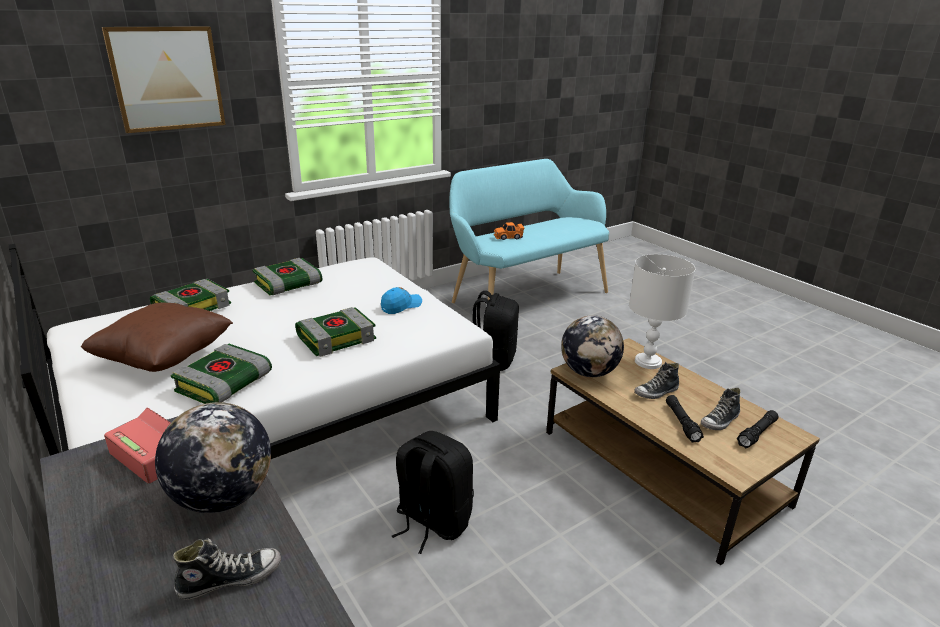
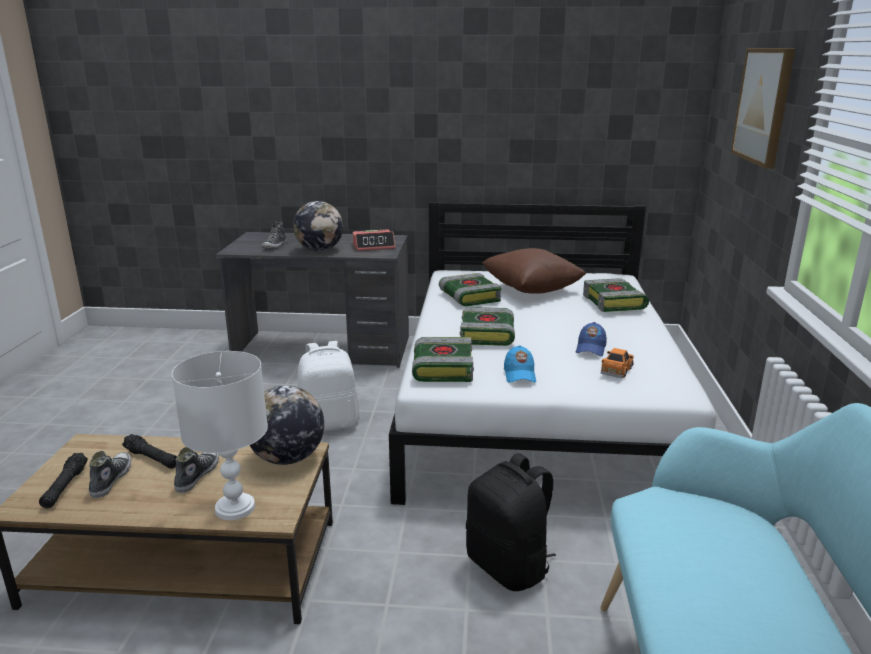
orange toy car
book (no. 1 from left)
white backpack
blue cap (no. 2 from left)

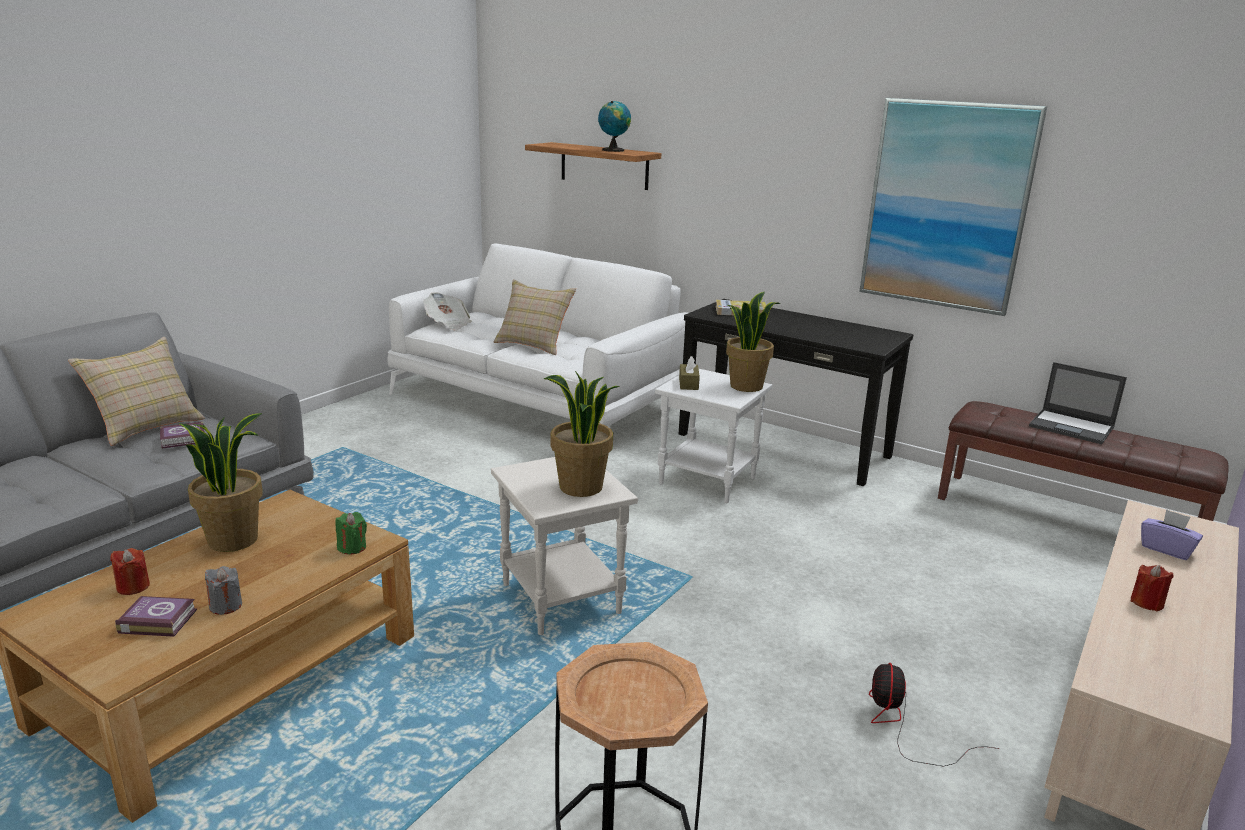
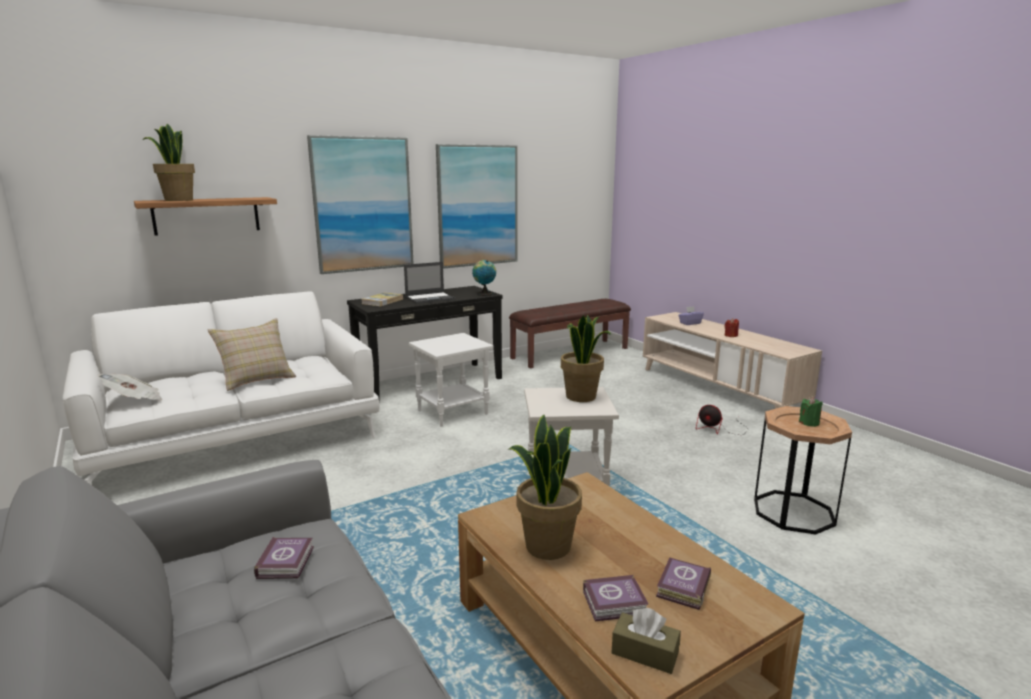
globe
potted plant (no. 1 from left)
beige pillow (no. 1 from left in the first image)
brown tissue box
laptop
green candle
book (no. 3 from left)
grey candle
picture (no. 1 from left)

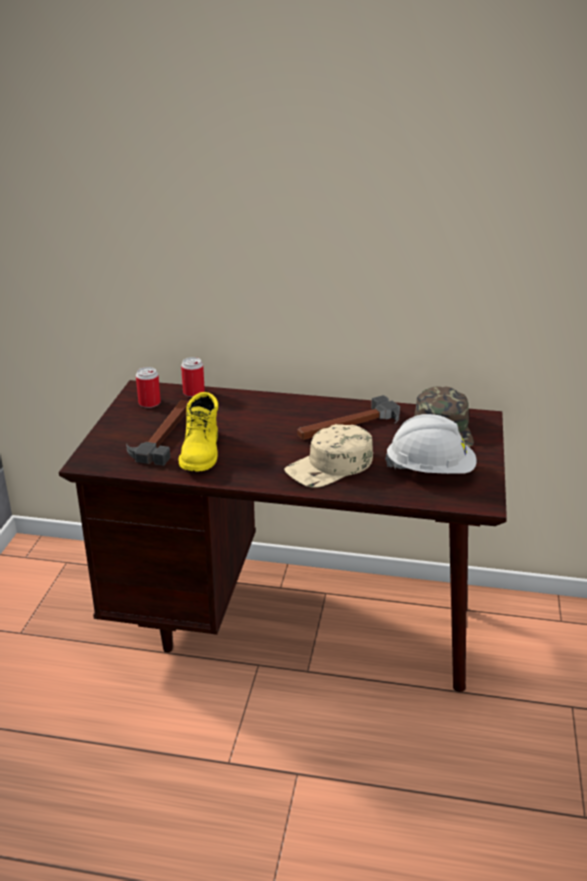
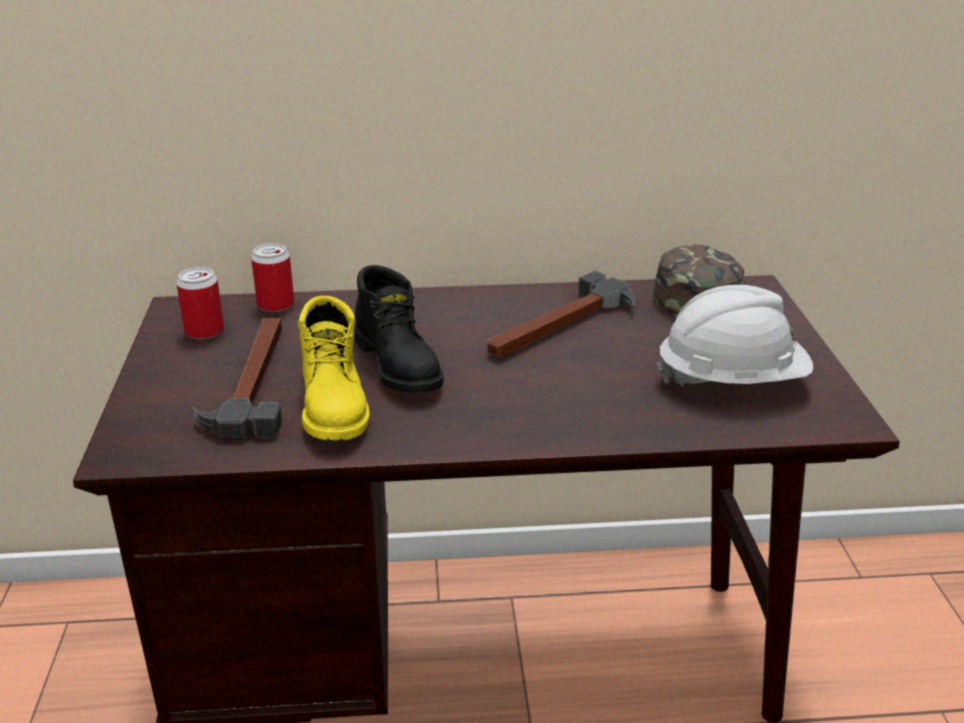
beige cap
black boot

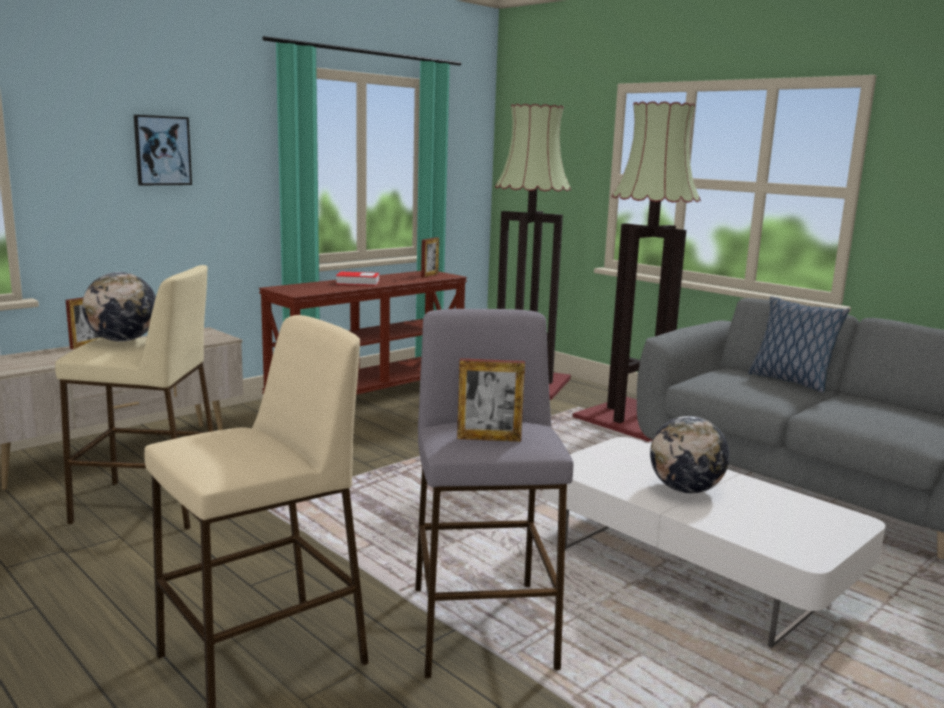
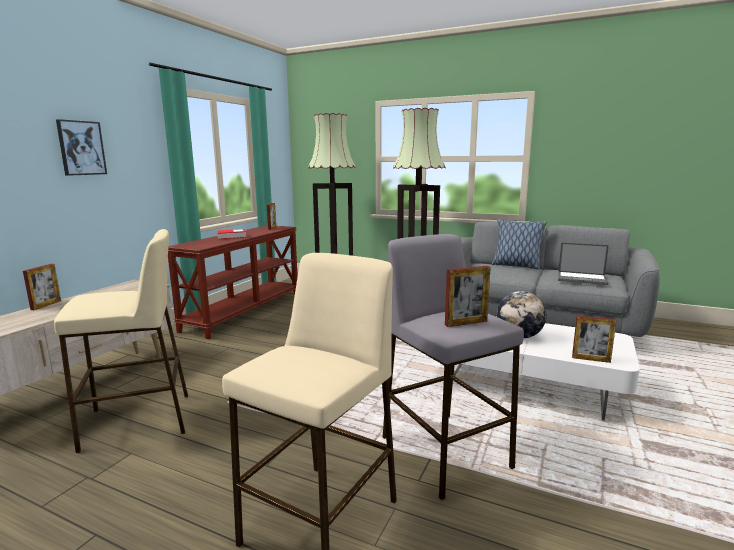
globe (no. 1 from left in the first image)
laptop
picture frame (no. 4 from left)

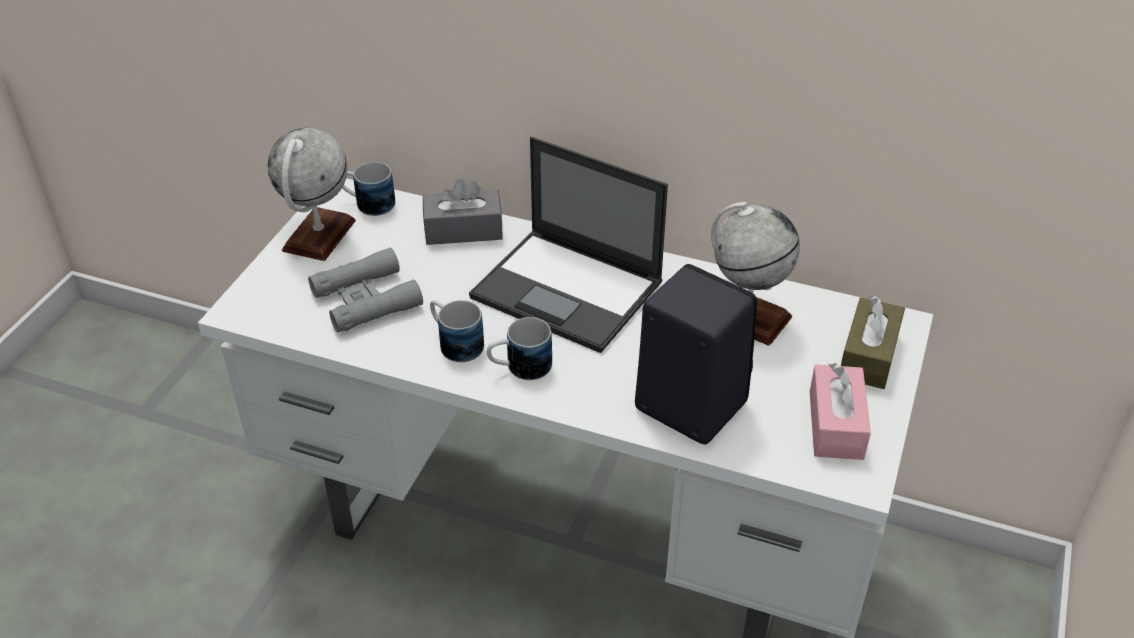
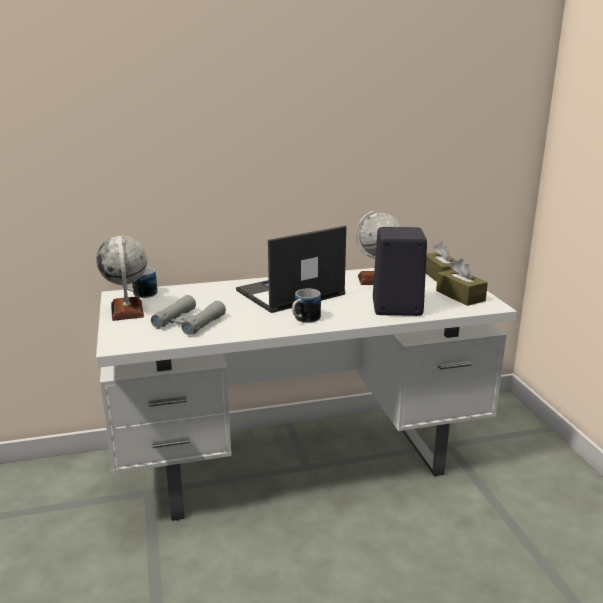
laptop
grey tissue box
mug (no. 2 from left in the first image)
brown tissue box (no. 2 from left)

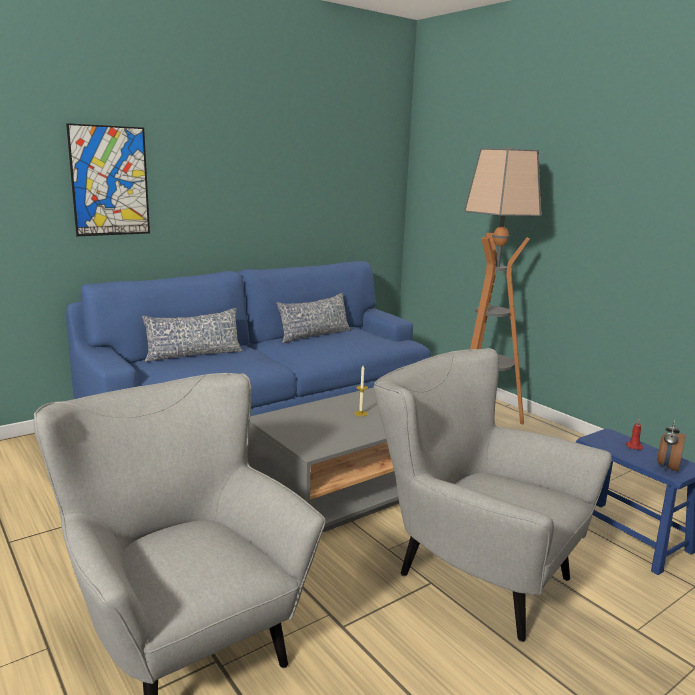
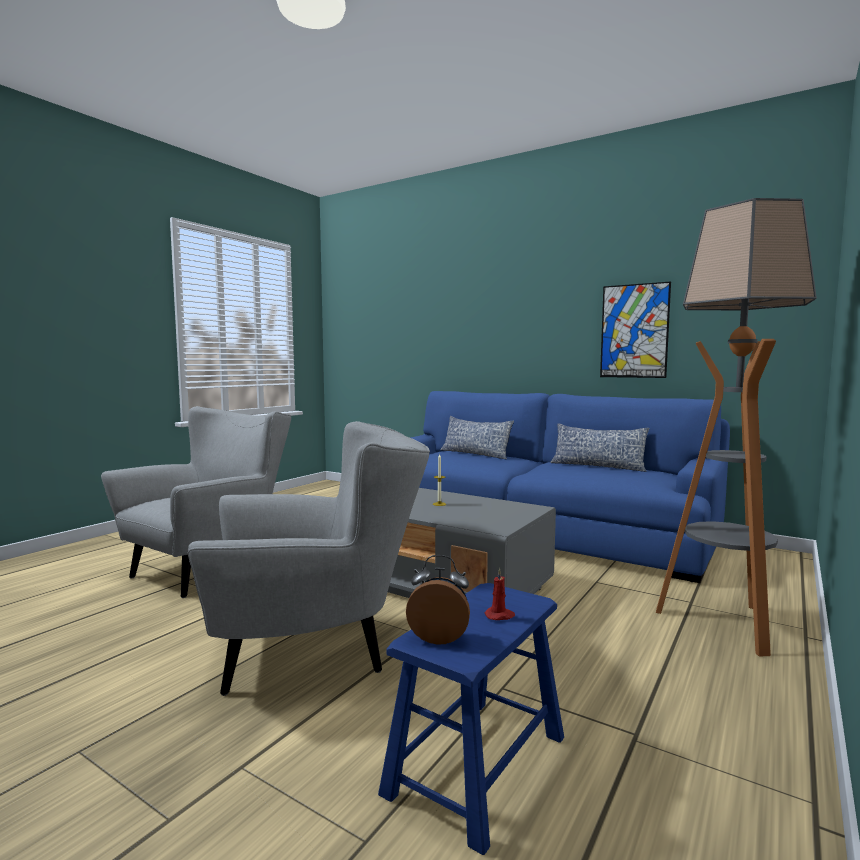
picture
grey armchair (no. 2 from left)

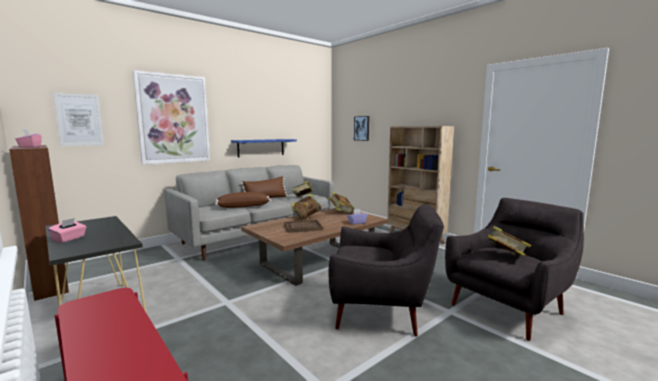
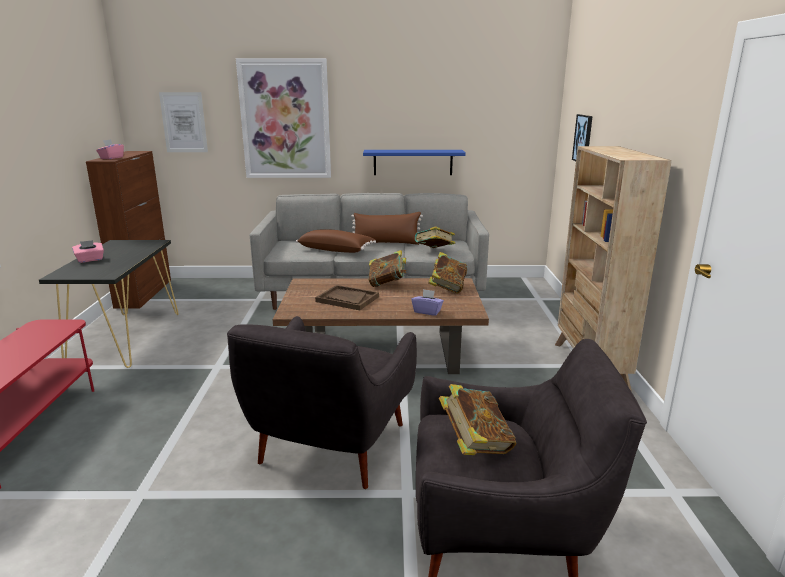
grey armchair (no. 1 from left)

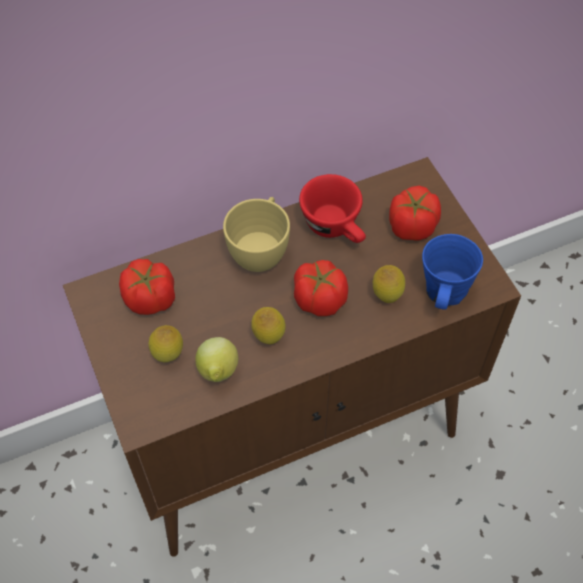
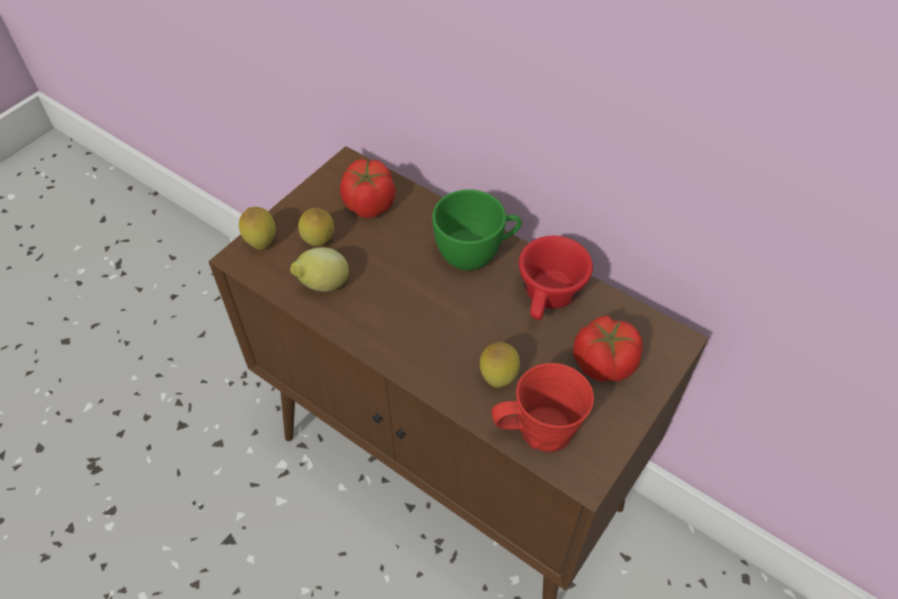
green cup
red mug
tomato (no. 2 from left in the first image)
lemon (no. 1 from left)

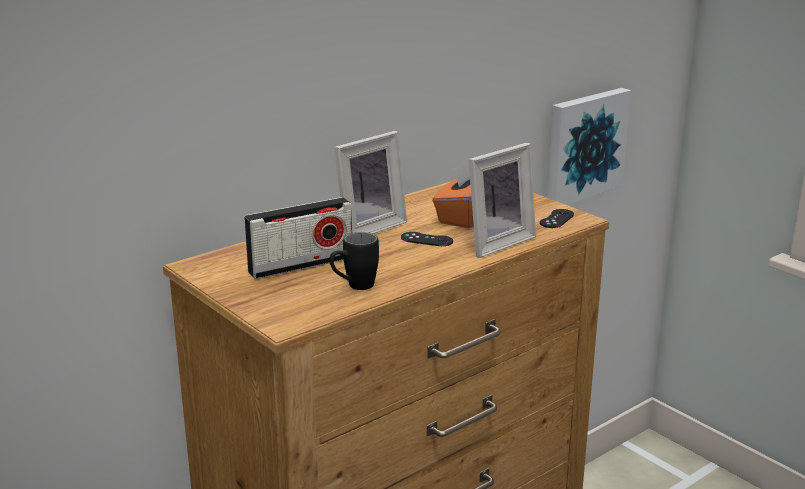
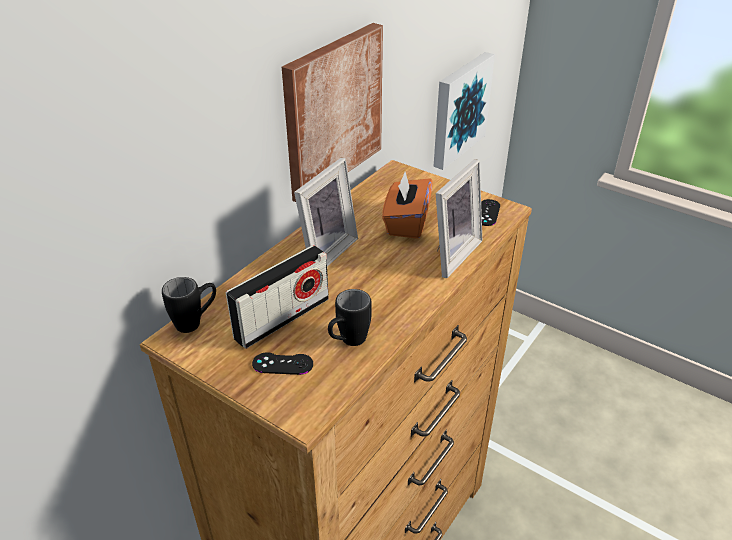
black game controller (no. 1 from left)
picture (no. 1 from left)
black mug (no. 1 from left)

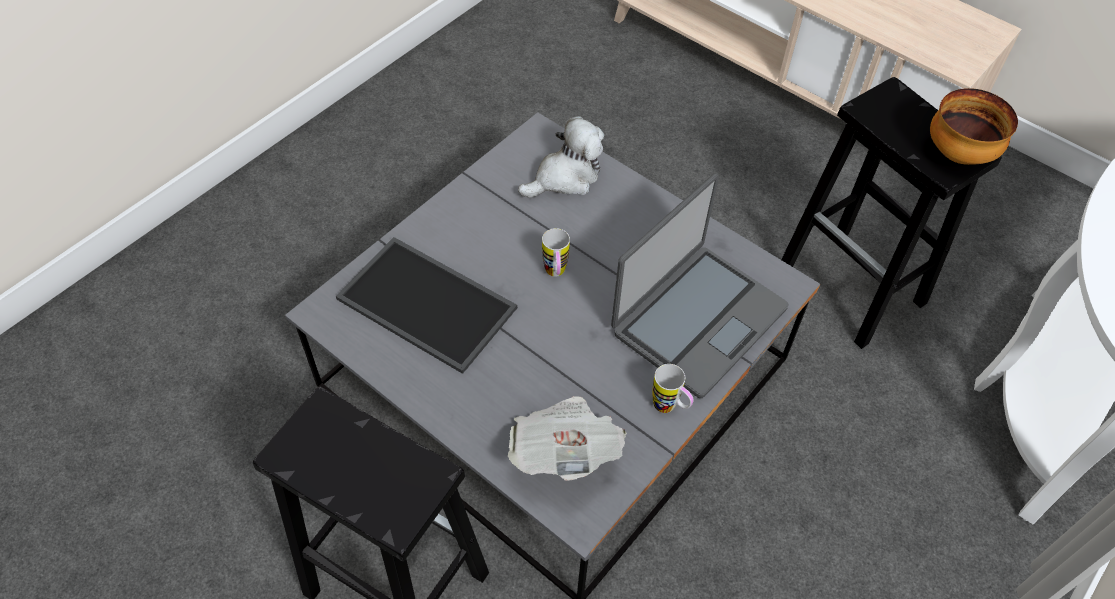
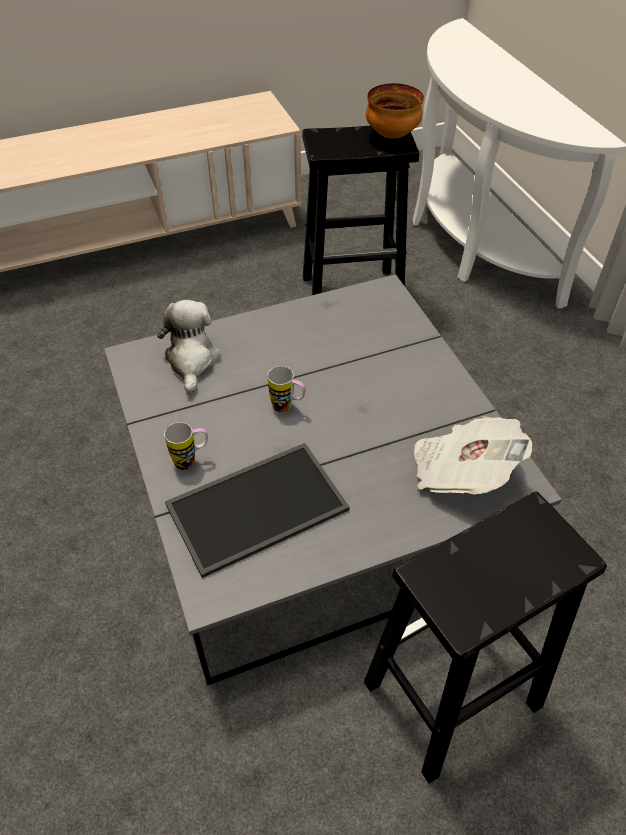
laptop
mug (no. 1 from left)

